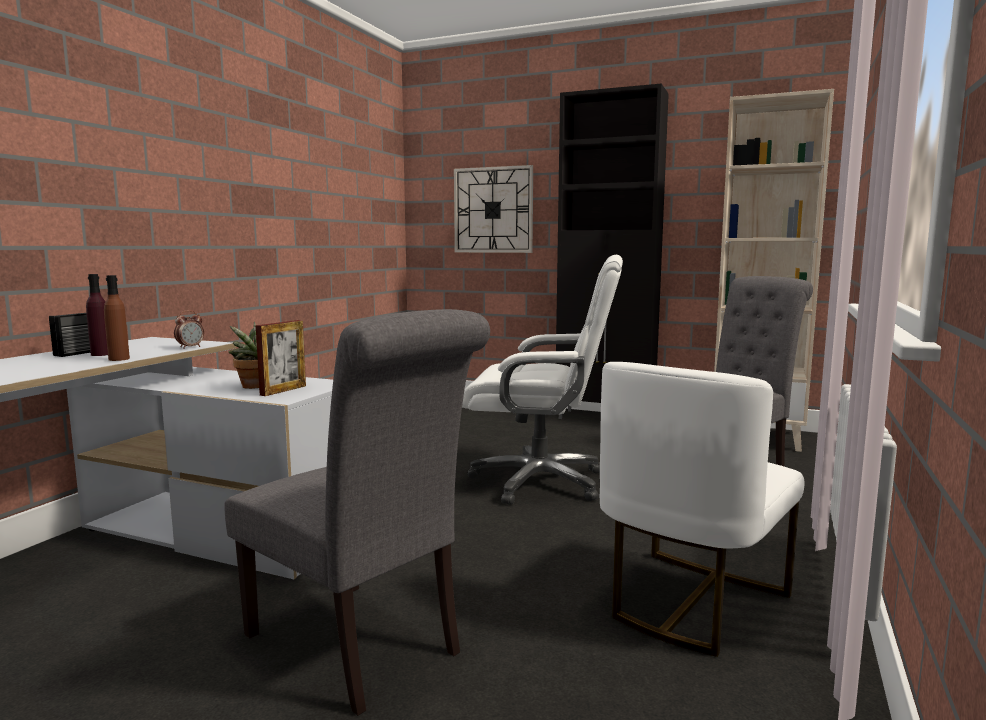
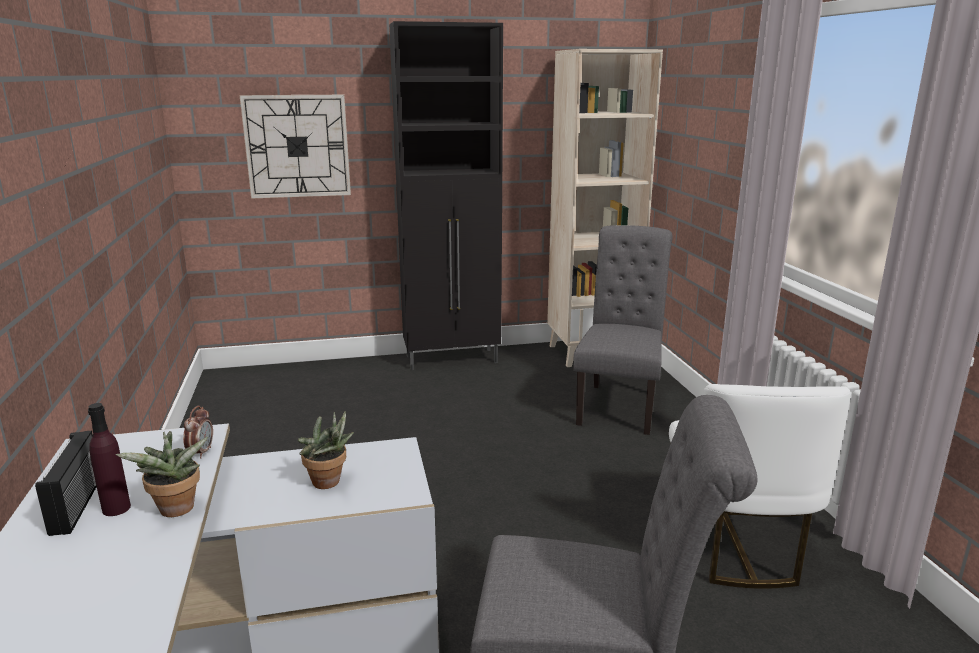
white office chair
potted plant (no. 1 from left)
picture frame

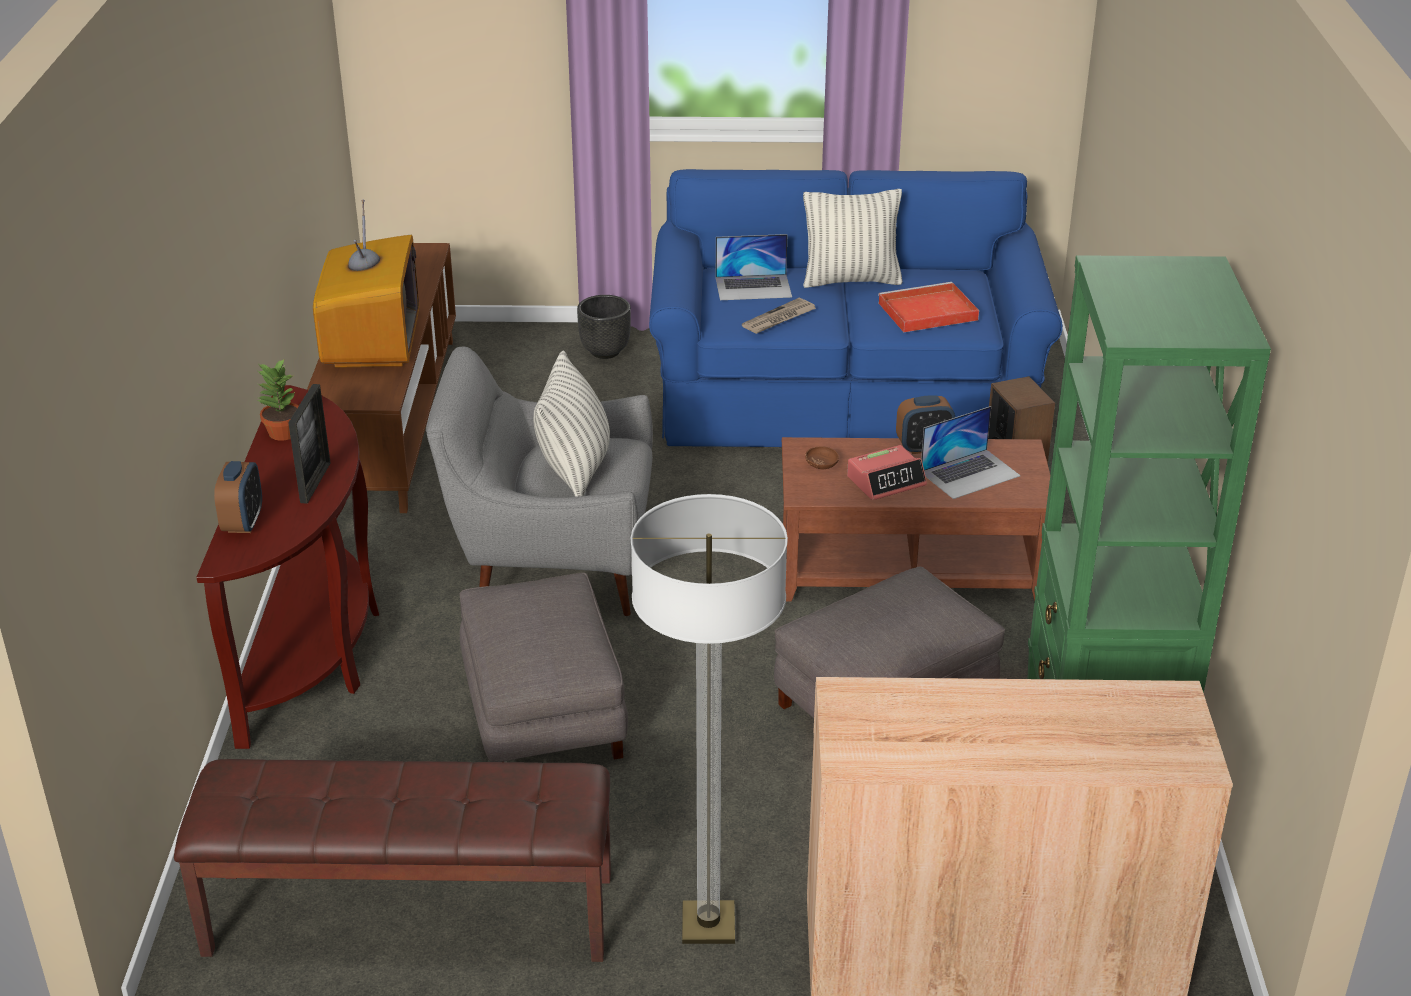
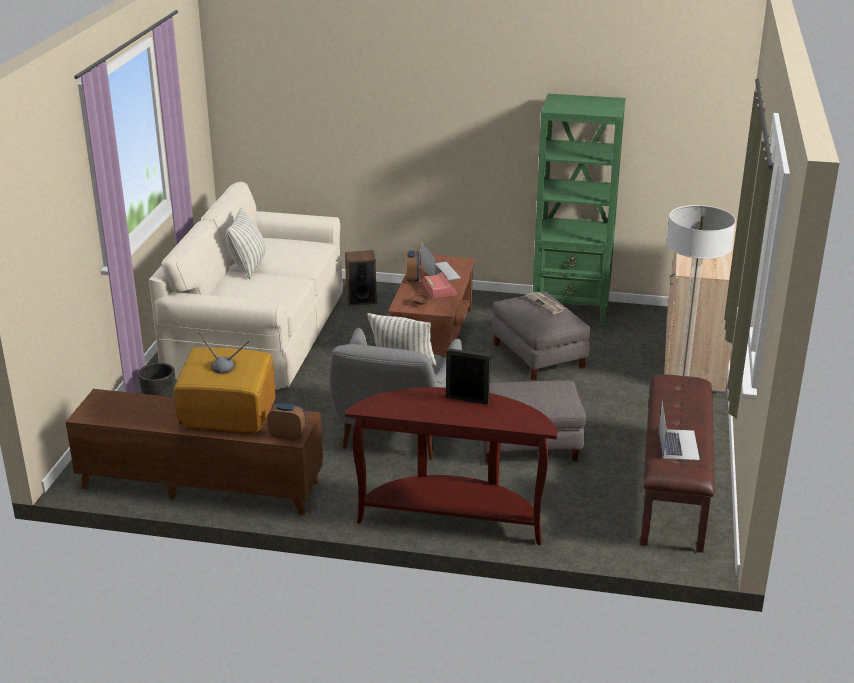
beige sofa
laptop (no. 2 from left)
red tray
newspaper
potted plant
alarm clock (no. 1 from left)

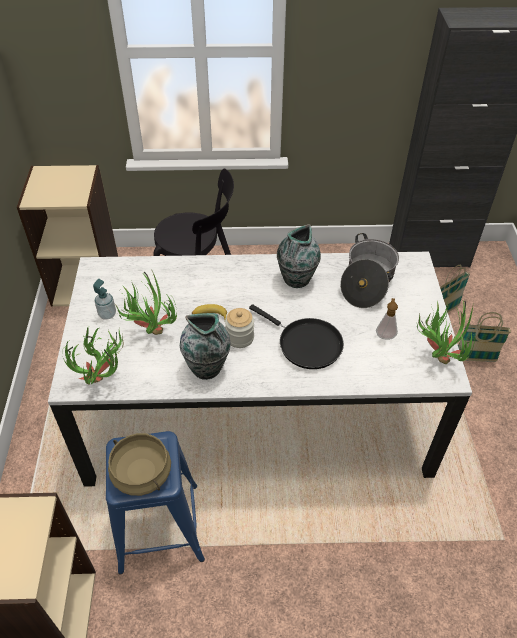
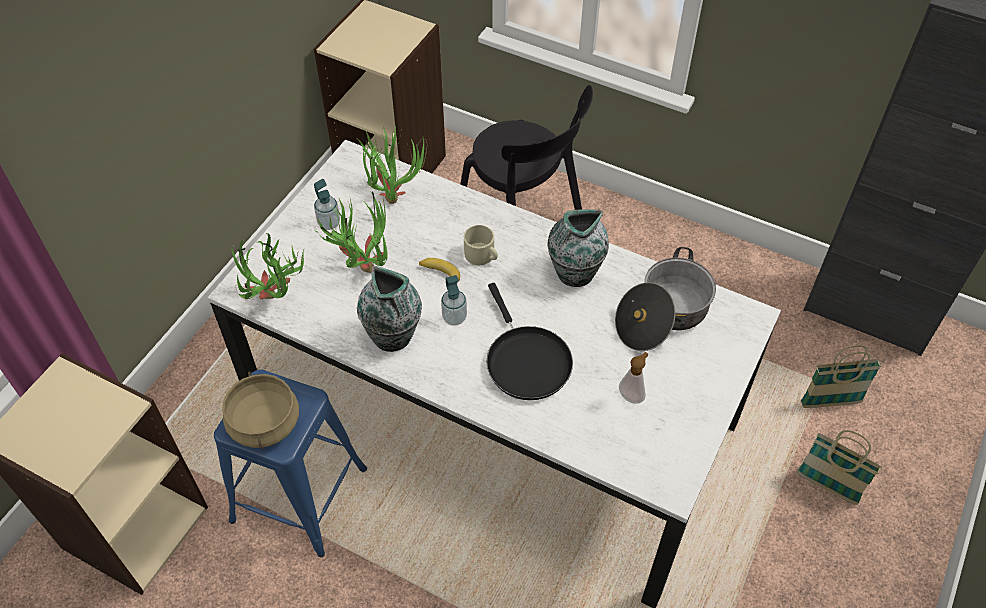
potted plant (no. 3 from left)
soap dispenser (no. 2 from left)
beige mug

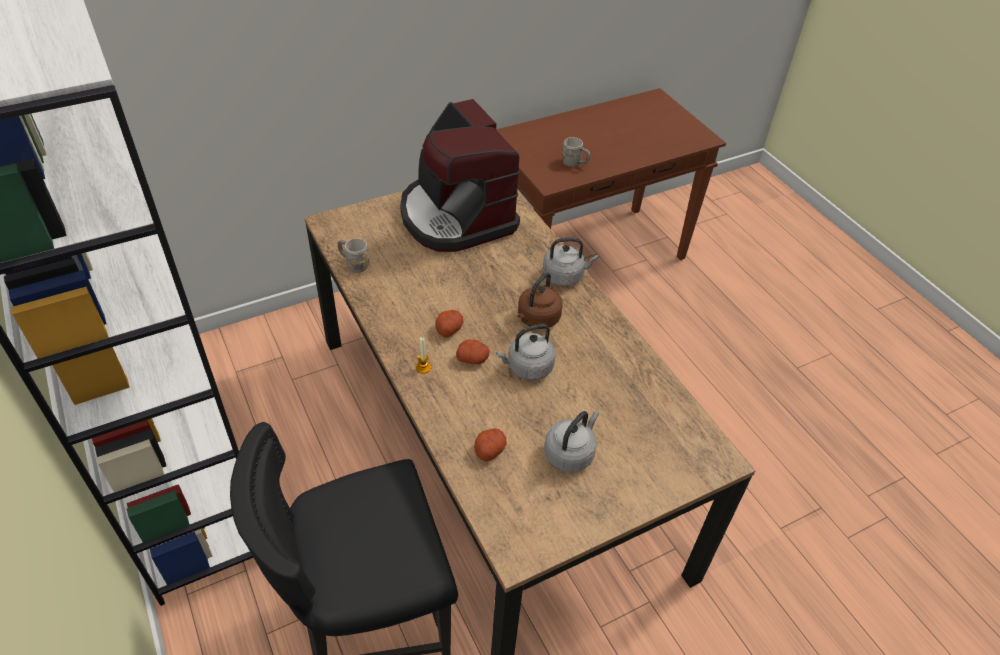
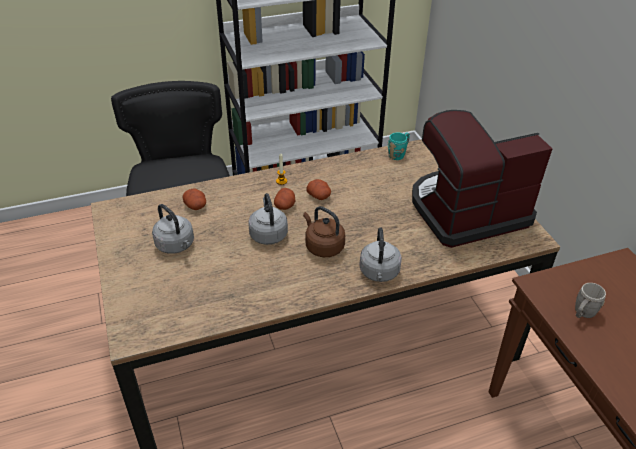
turquoise mug

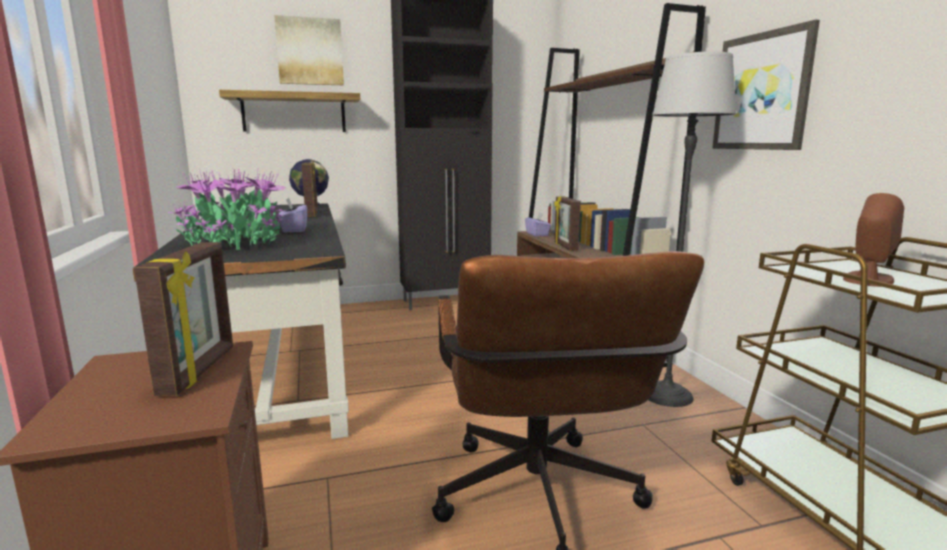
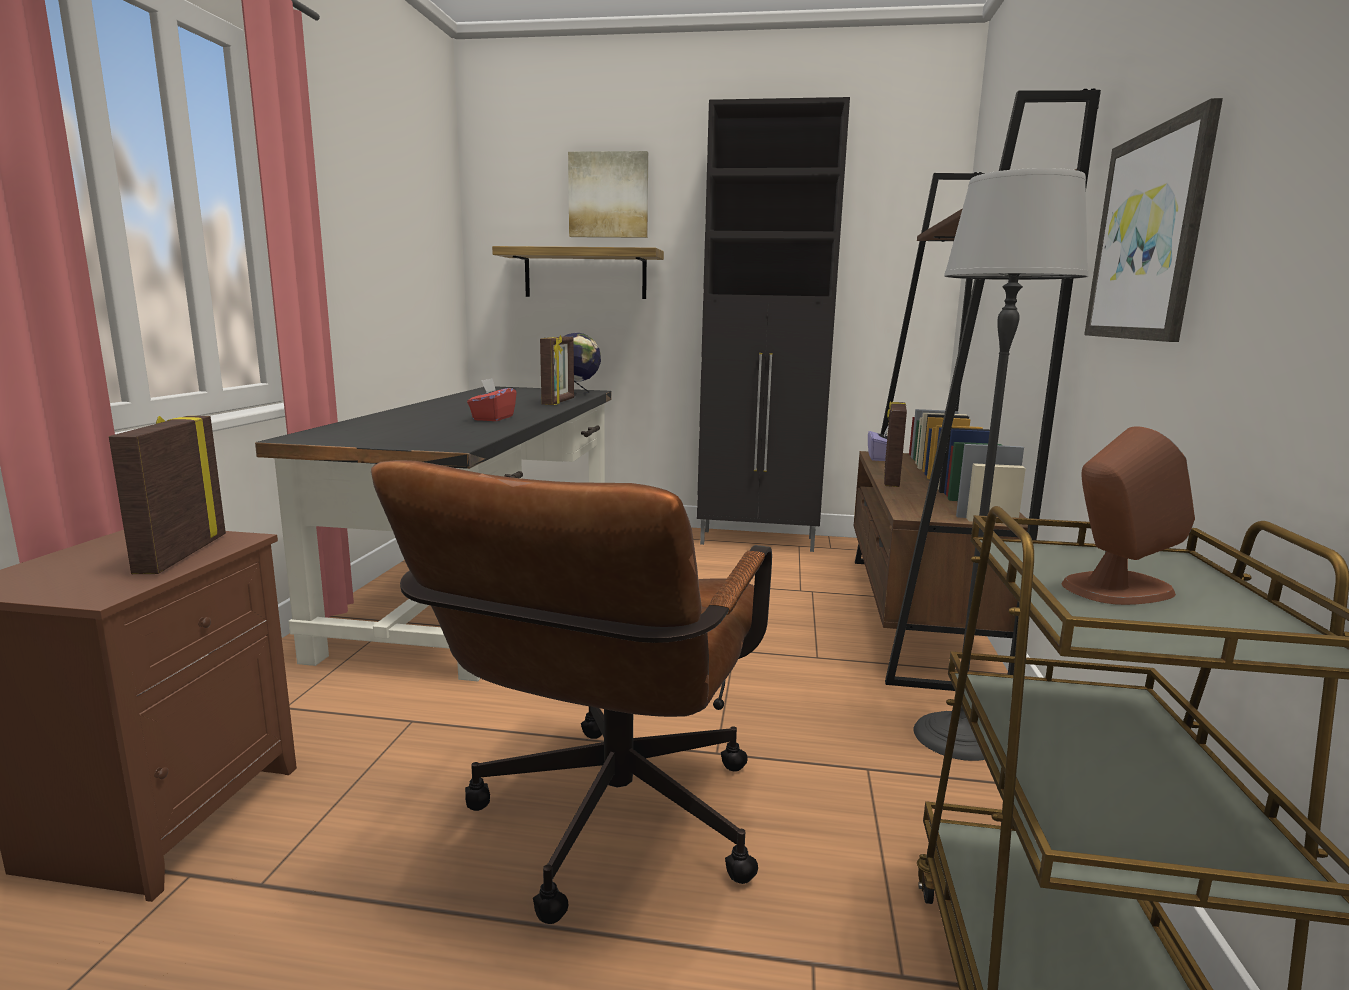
potted plant
red tissue box
picture frame (no. 1 from left)

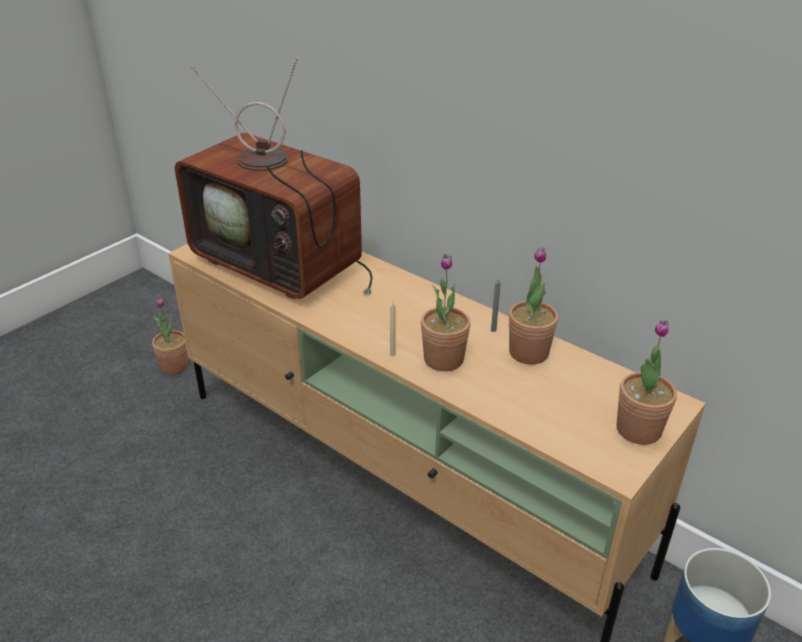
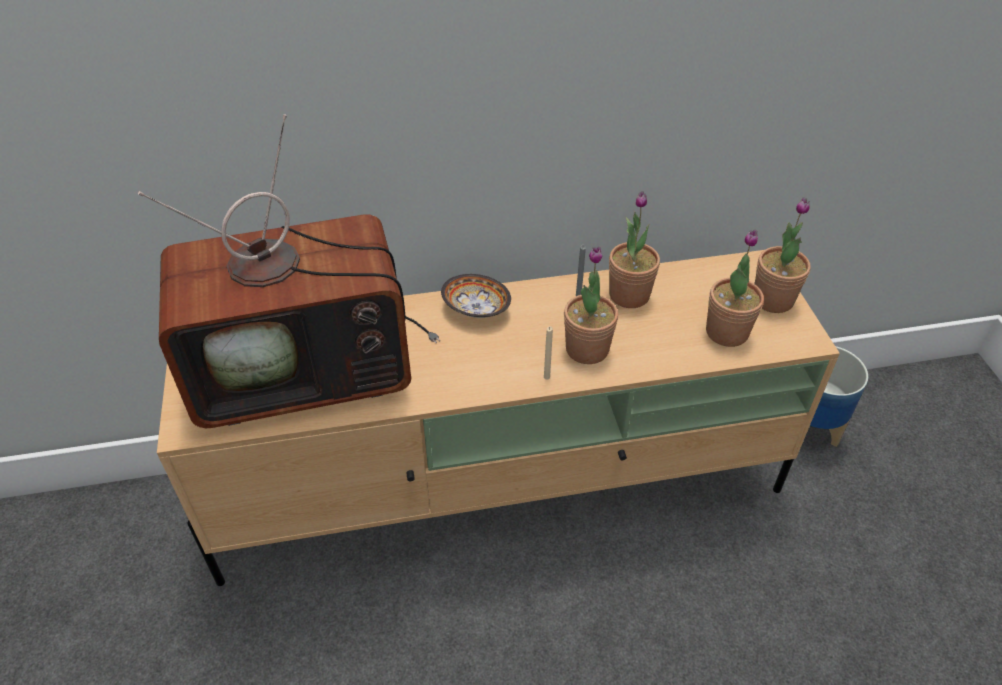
potted plant (no. 3 from left)
bowl

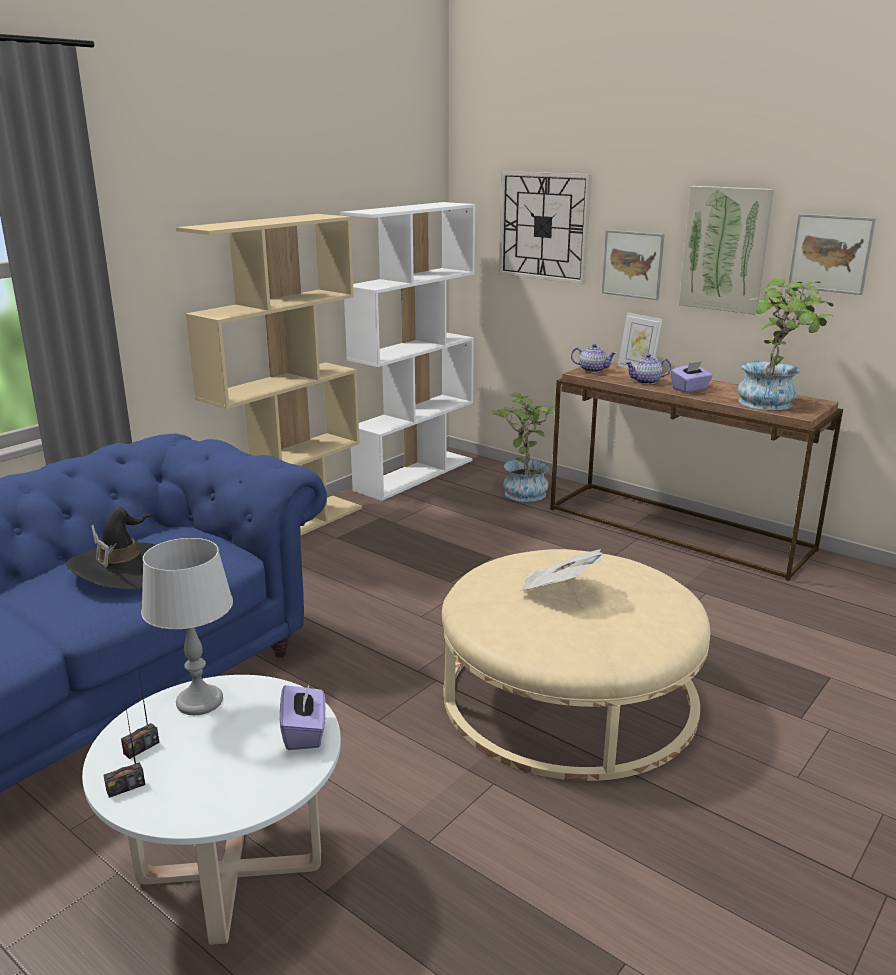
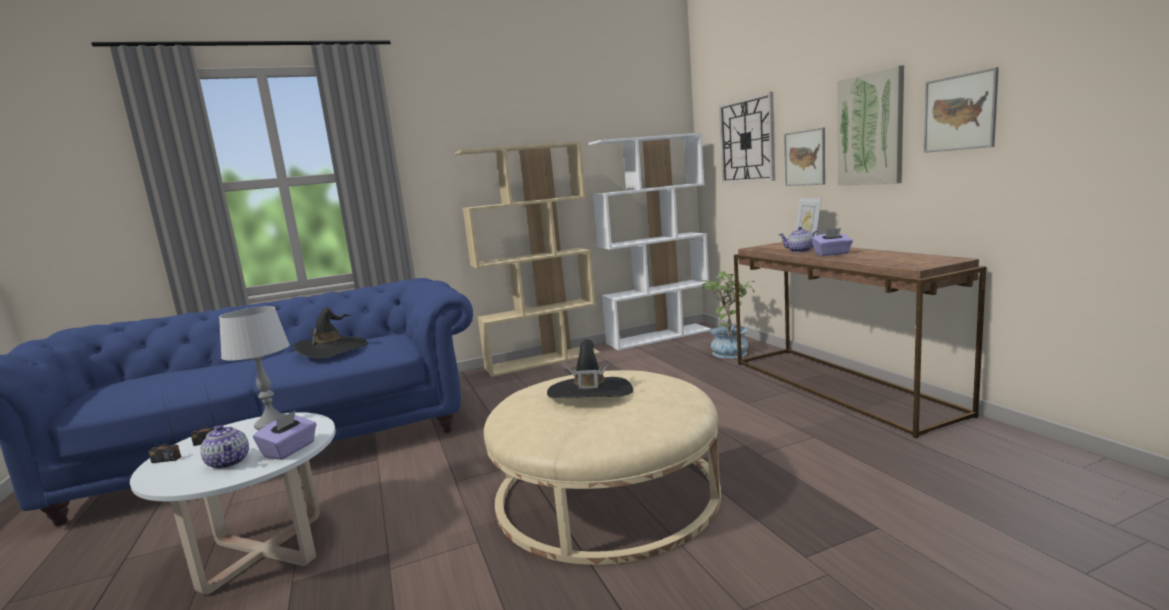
potted plant (no. 2 from left in the first image)
teapot (no. 1 from left)
black hat (no. 2 from left)

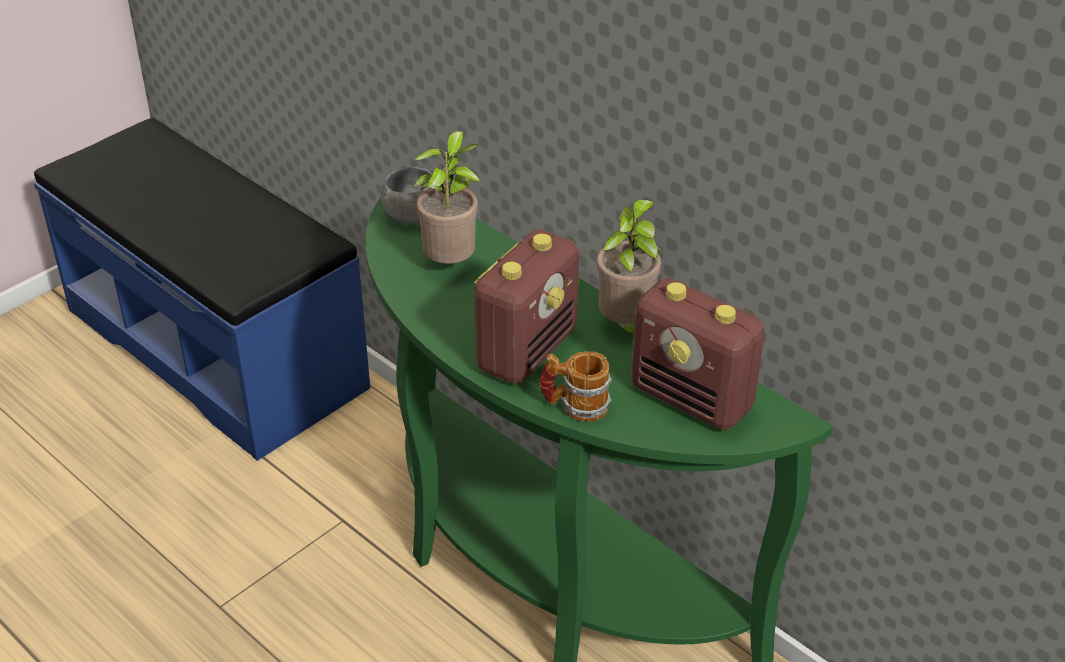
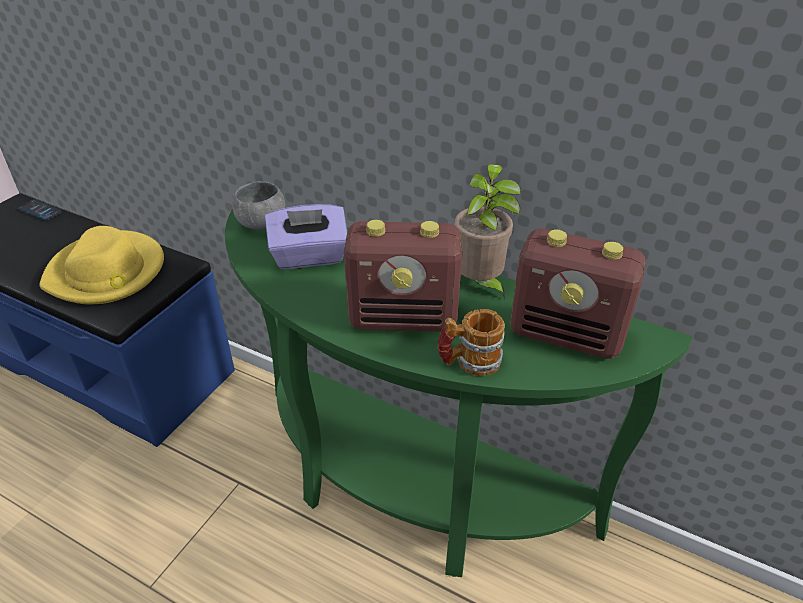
purple tissue box
radio (no. 1 from left)
phone
yellow hat

